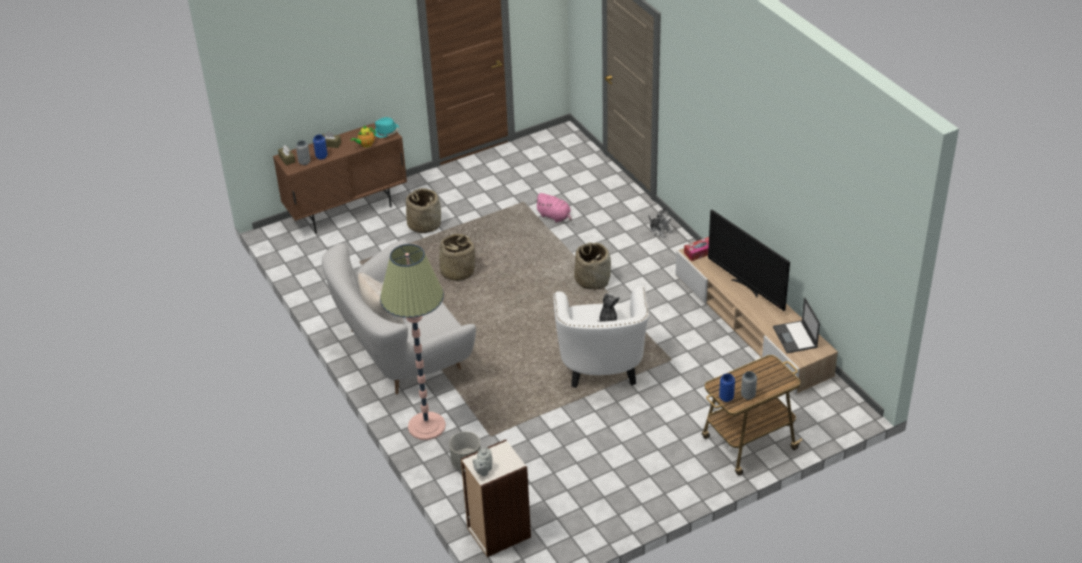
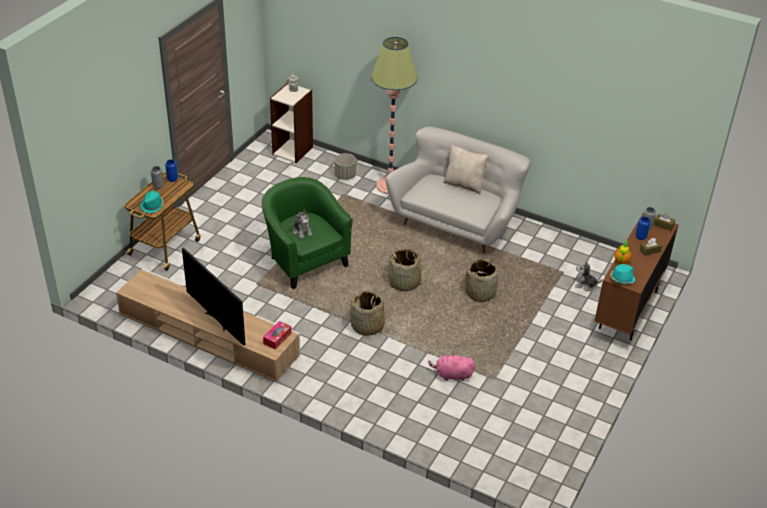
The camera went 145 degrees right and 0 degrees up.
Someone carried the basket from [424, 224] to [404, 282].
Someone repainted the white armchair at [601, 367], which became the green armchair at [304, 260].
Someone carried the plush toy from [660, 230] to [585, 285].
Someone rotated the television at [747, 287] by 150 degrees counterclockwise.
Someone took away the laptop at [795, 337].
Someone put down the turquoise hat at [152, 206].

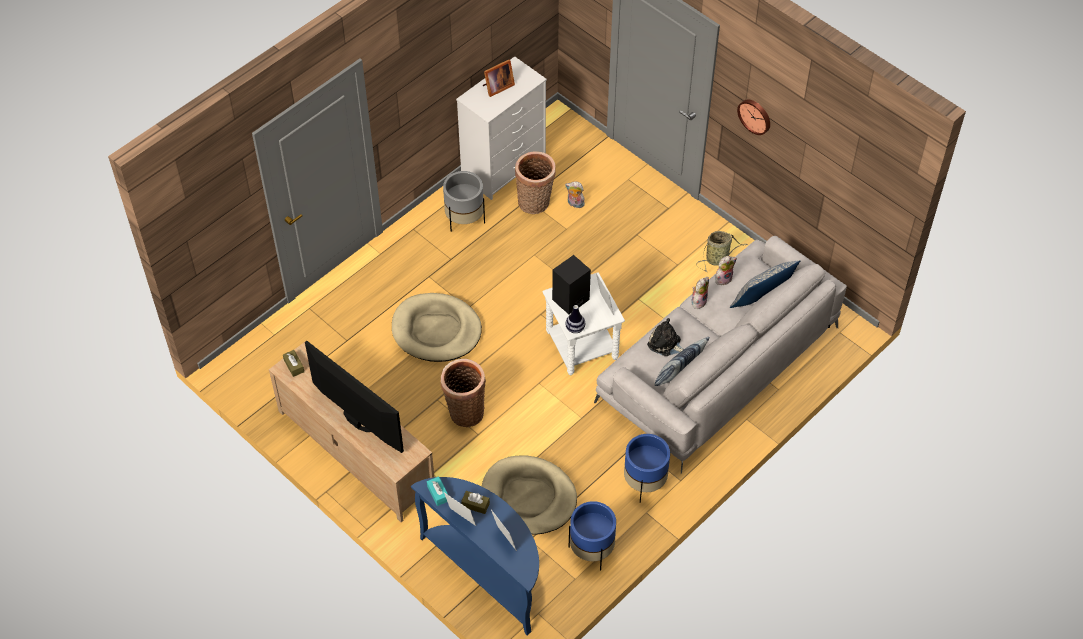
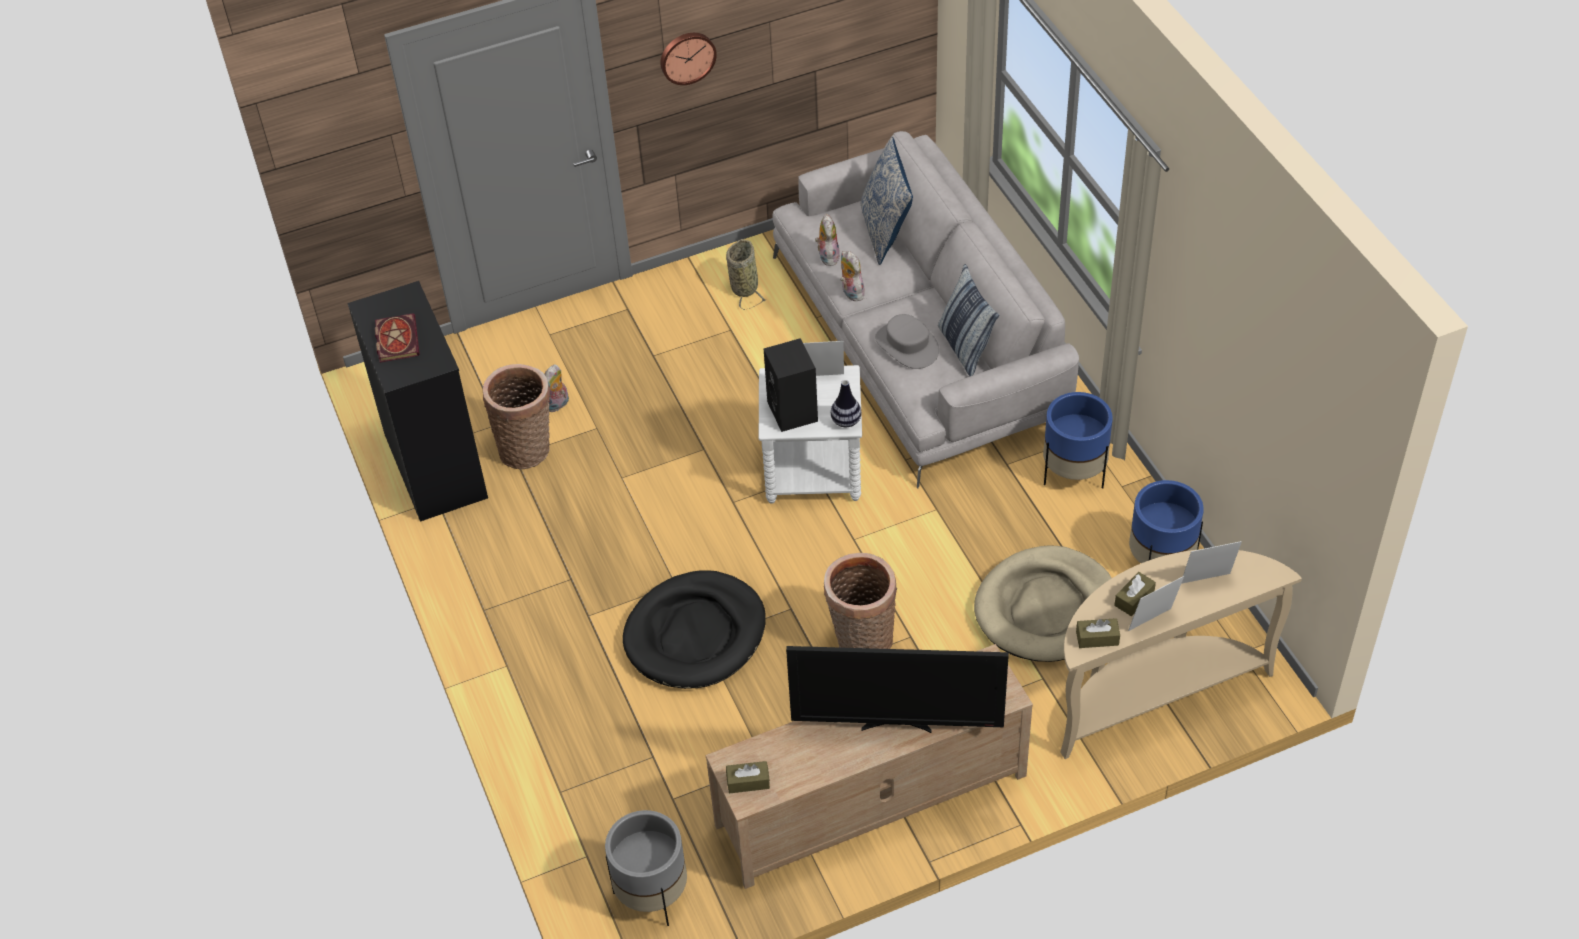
The camera went 65 degrees left and 5 degrees down.
Someone rotated the television at [356, 421] by 150 degrees counterclockwise.
Someone repainted the beige dog bed at [436, 330], which became the black dog bed at [695, 634].
Someone repainted the blue console table at [488, 572], which became the beige console table at [1153, 692].
Someone repainted the turquoise tissue box at [438, 493], which became the brown tissue box at [1097, 638].
Someone carried the grey planter from [465, 220] to [652, 894].
Someone repainted the white dresser at [504, 167], which became the black dresser at [435, 465].
Someone swapped the picture frame at [497, 87] for the book at [396, 339].
Someone swapped the plush toy at [665, 344] for the grey hat at [907, 345].

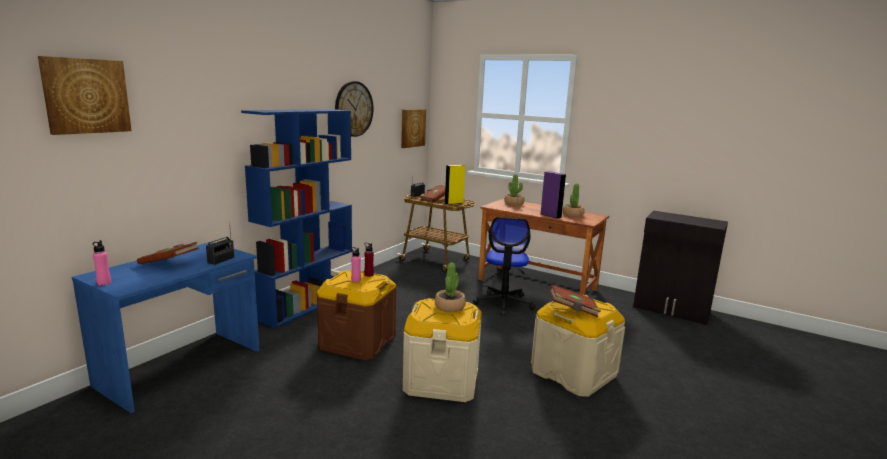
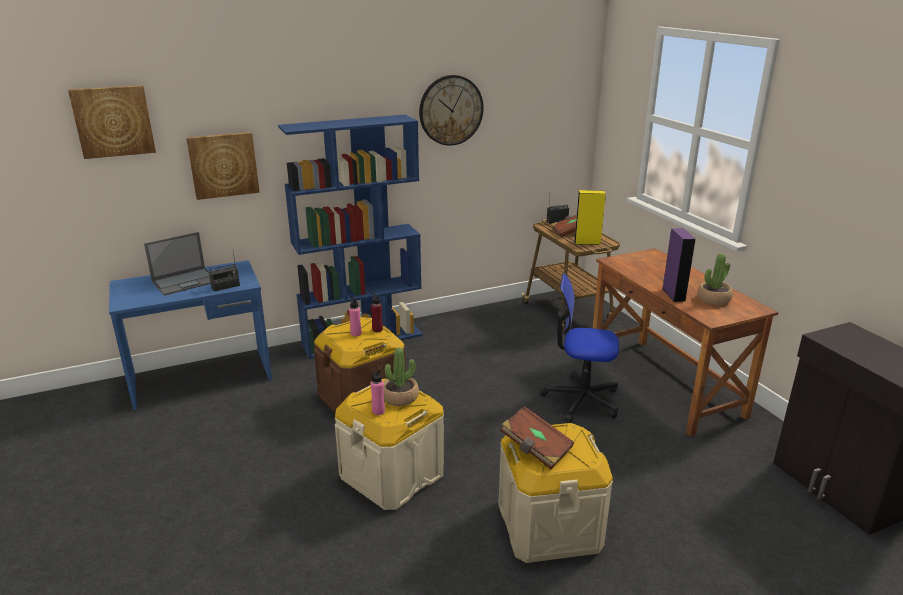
The camera went 35 degrees right and 10 degrees up.
Someone carried the pink bottle from [104, 283] to [378, 411].
Someone swapped the brown book at [170, 263] for the laptop at [186, 281].
Someone carried the picture from [412, 128] to [223, 165].
Someone rotated the office chair at [504, 303] by 60 degrees clockwise.
Someone took away the potted plant at [514, 203].

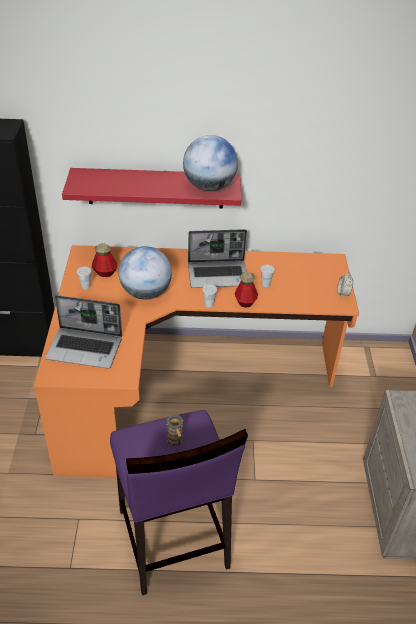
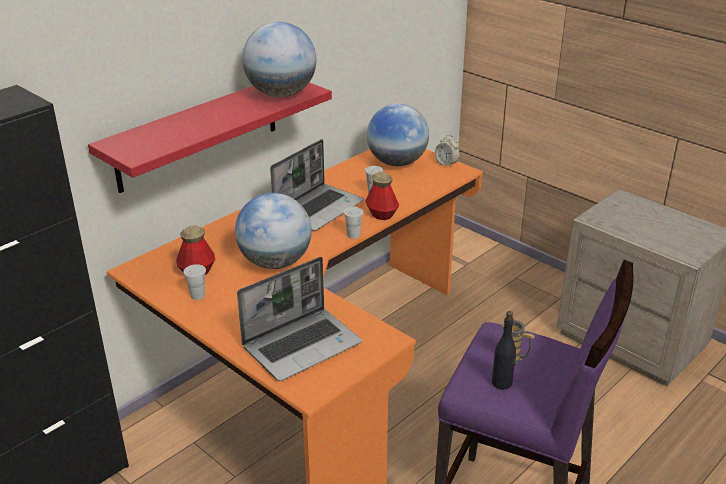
The camera went 45 degrees left and 10 degrees down.
Someone put down the globe at [397, 163].
Someone put down the black bottle at [502, 383].

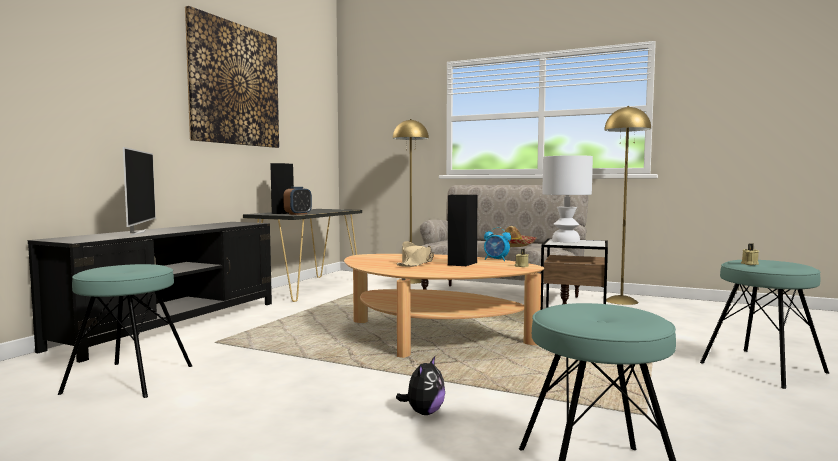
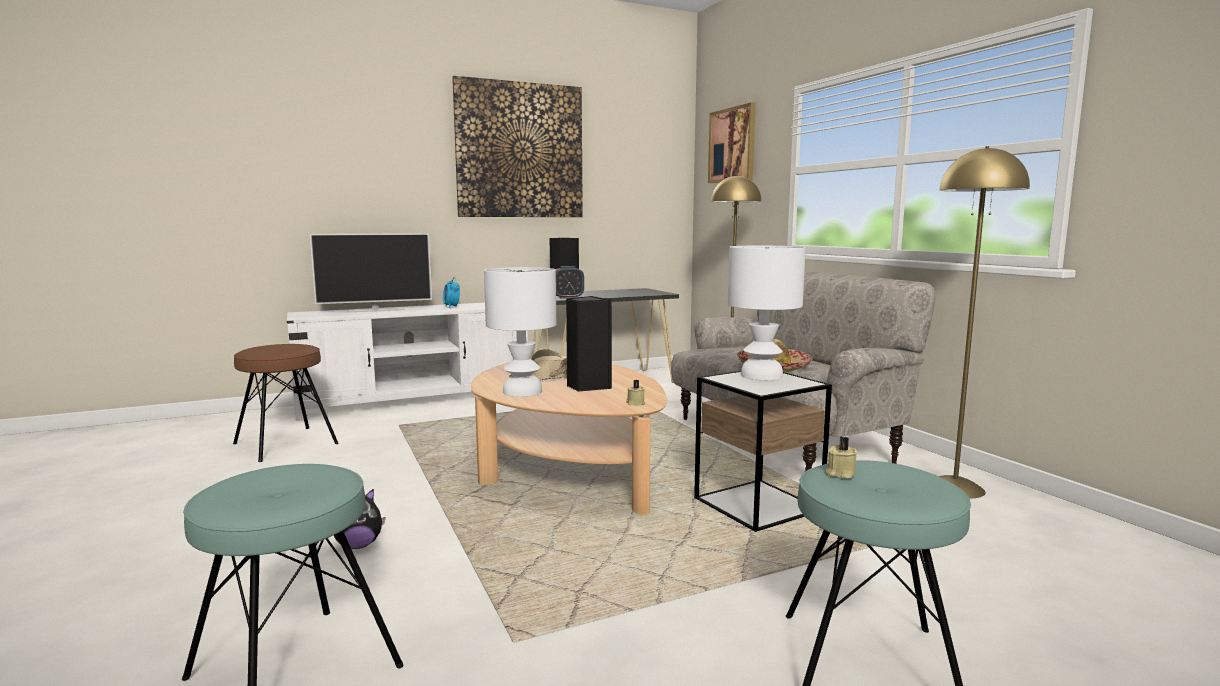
The camera went 40 degrees right and 5 degrees up.
Someone repainted the black tv stand at [174, 324], which became the white tv stand at [416, 400].
Someone repainted the turquoise stool at [129, 379], which became the brown stool at [285, 444].
Someone rotated the television at [137, 232] by 45 degrees clockwise.
Someone carried the alarm clock from [496, 260] to [451, 307].
Someone put down the white table lamp at [523, 392].
Someone put up the picture at [732, 145].

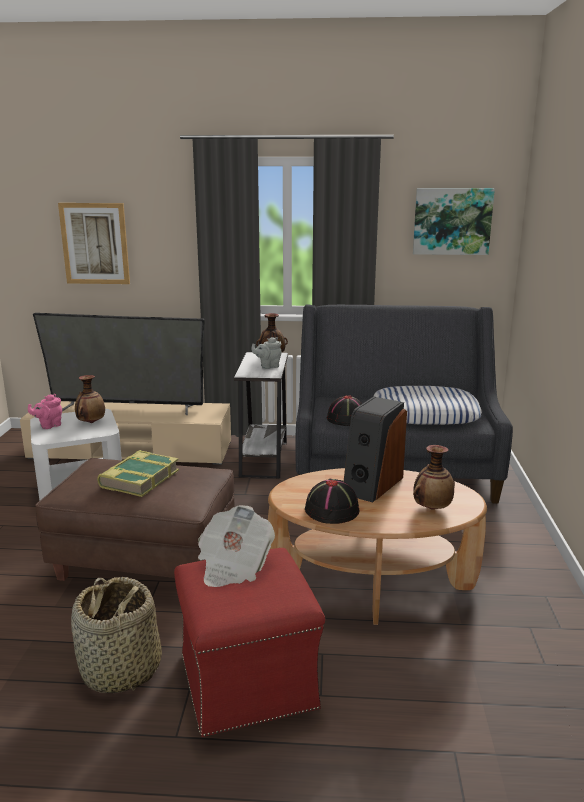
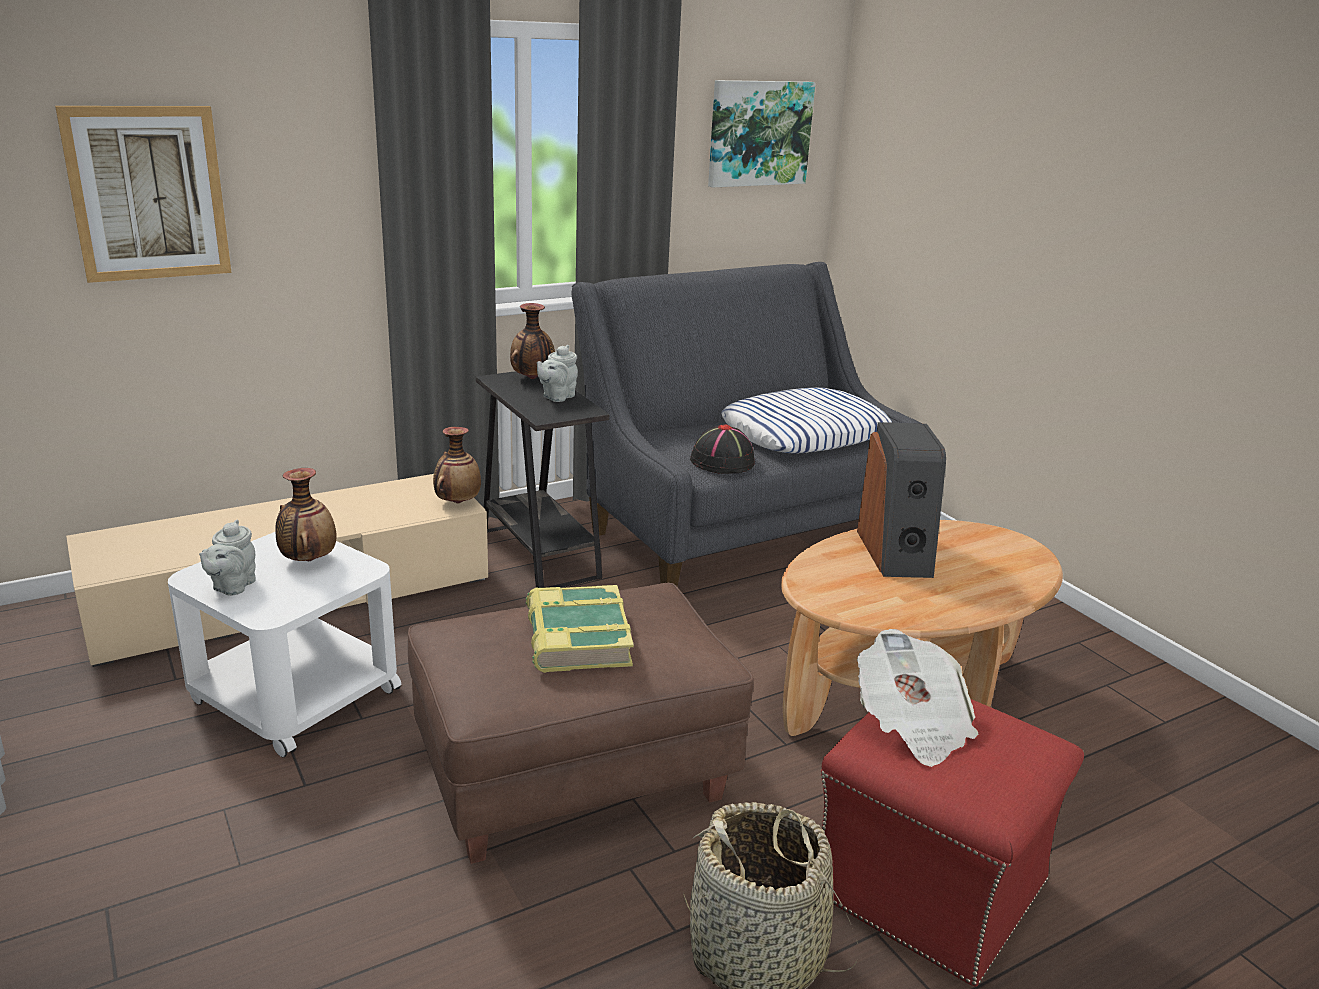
The camera went 35 degrees left and 5 degrees up.
Someone repainted the pink teapot at [49, 426], which became the grey teapot at [232, 586].
Someone took away the television at [127, 407].
Someone repainted the white side table at [264, 459], which became the black side table at [540, 553].
Someone took away the black hat at [332, 509].
Someone carried the vase from [432, 508] to [457, 502].

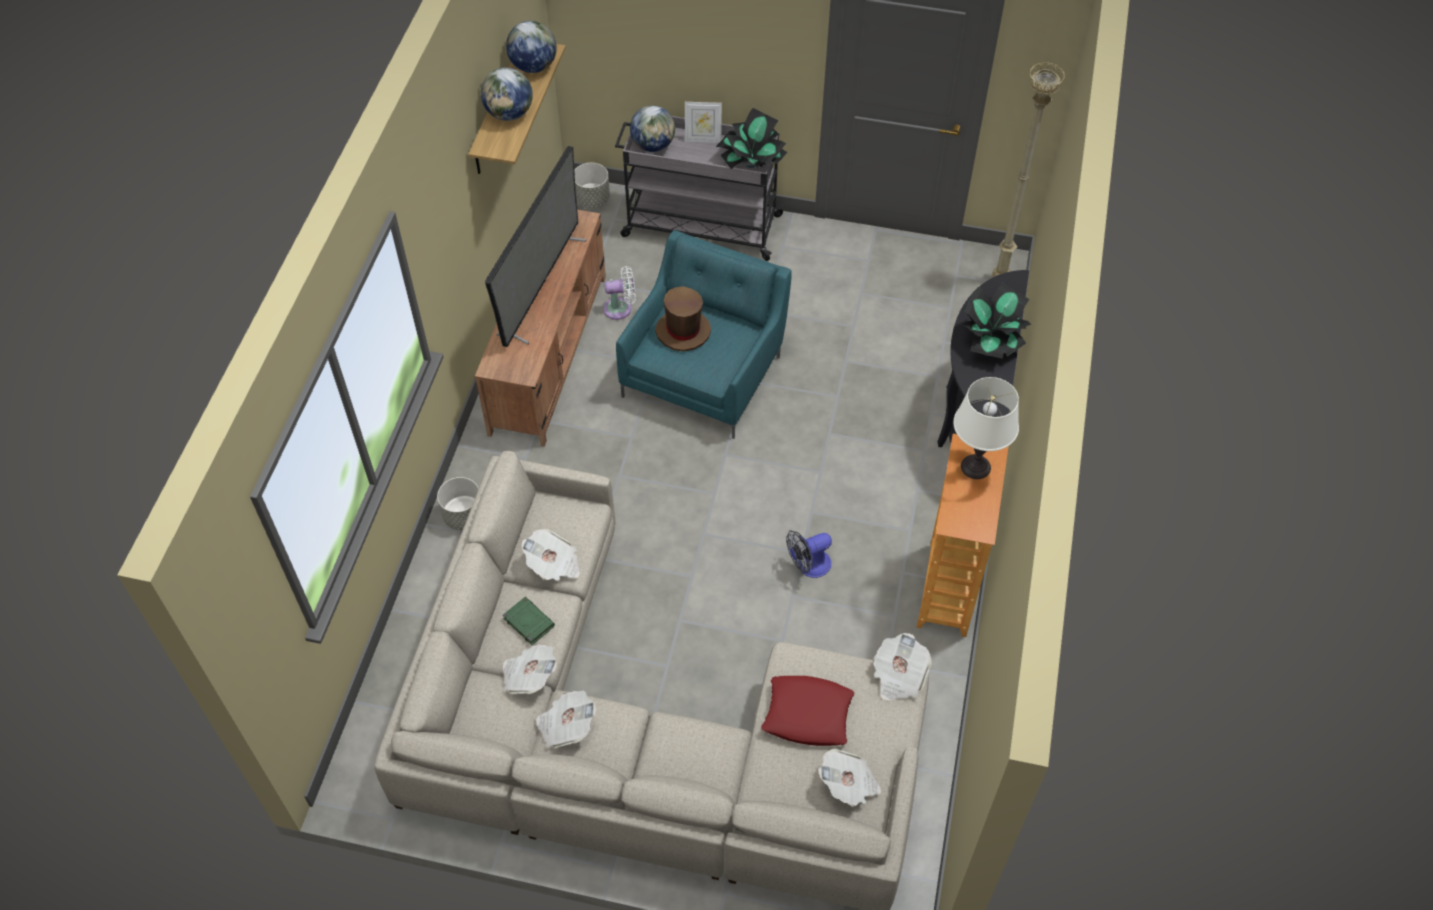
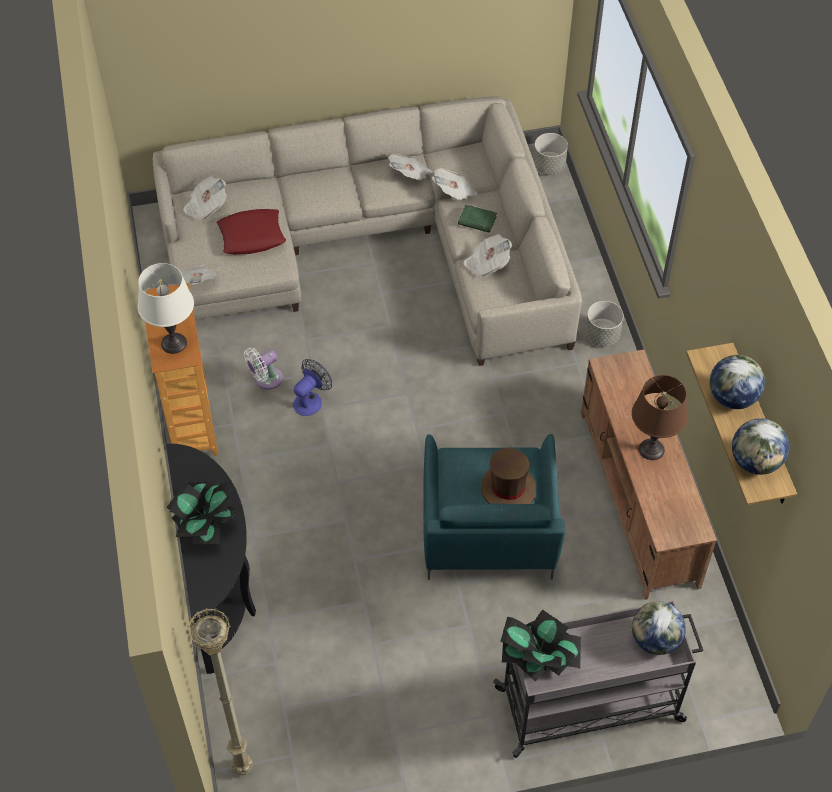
The camera went 155 degrees right and 0 degrees up.
Someone swapped the television at [541, 287] for the brown table lamp at [651, 449].
Someone carried the grey planter from [592, 199] to [548, 166].
Someone carried the white fan from [620, 308] to [266, 380].
Someone took away the picture frame at [703, 139].

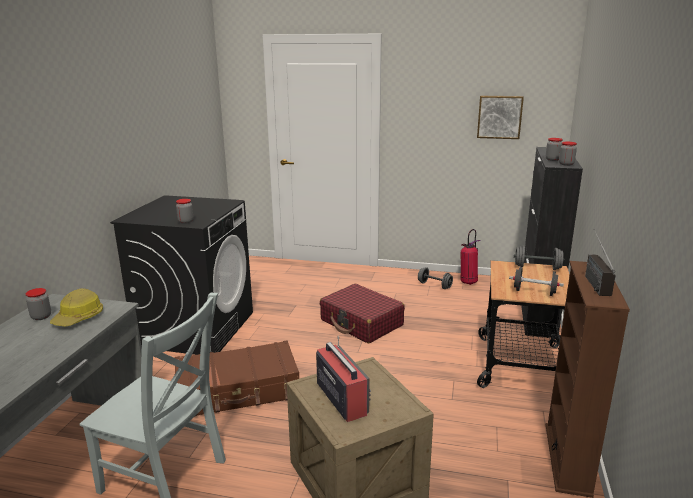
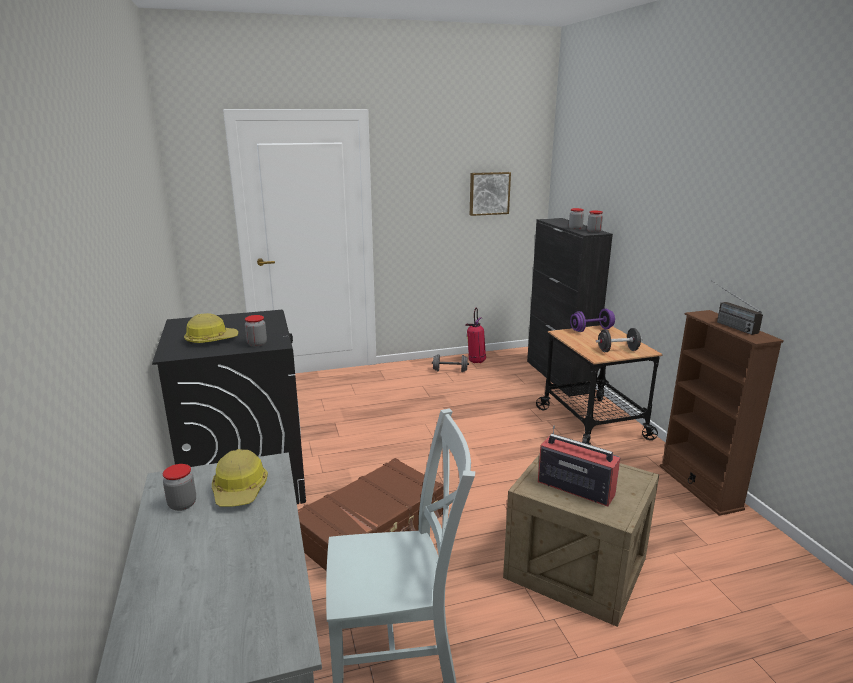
The camera went 30 degrees left and 0 degrees up.
Someone took away the red suitcase at [361, 323].
Someone repainted the grey dumbbell at [537, 268], which became the purple dumbbell at [591, 330].
Someone put down the hard hat at [211, 340].

